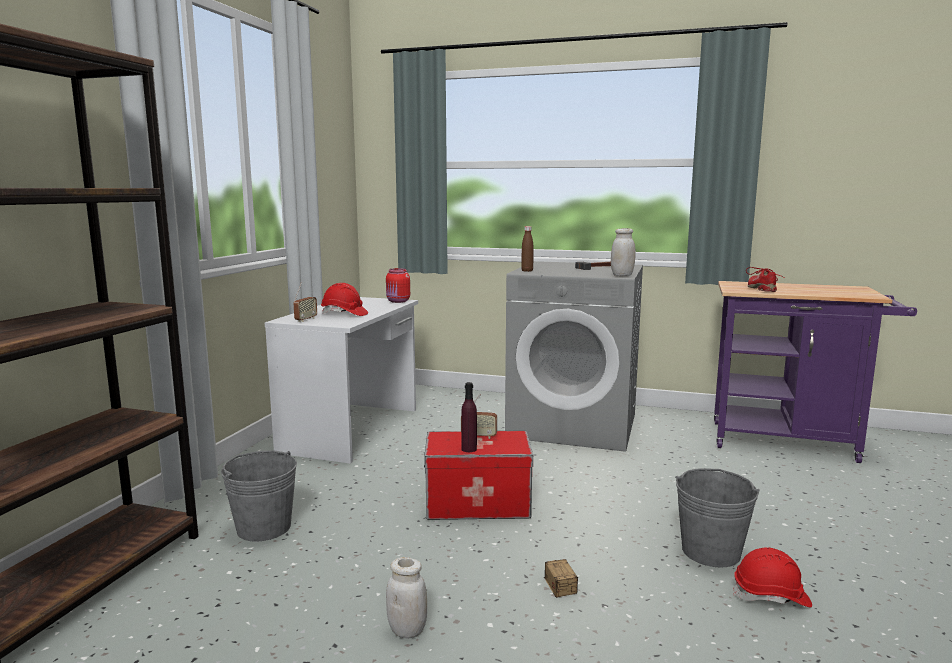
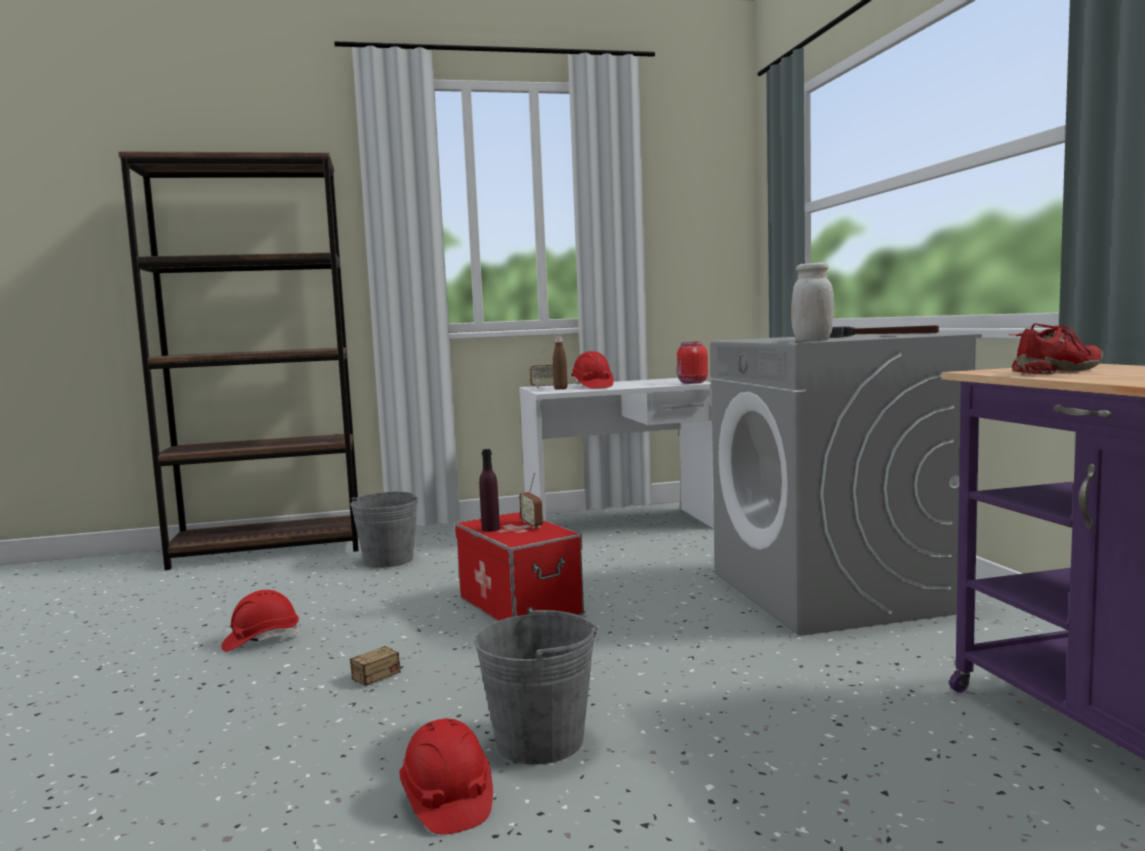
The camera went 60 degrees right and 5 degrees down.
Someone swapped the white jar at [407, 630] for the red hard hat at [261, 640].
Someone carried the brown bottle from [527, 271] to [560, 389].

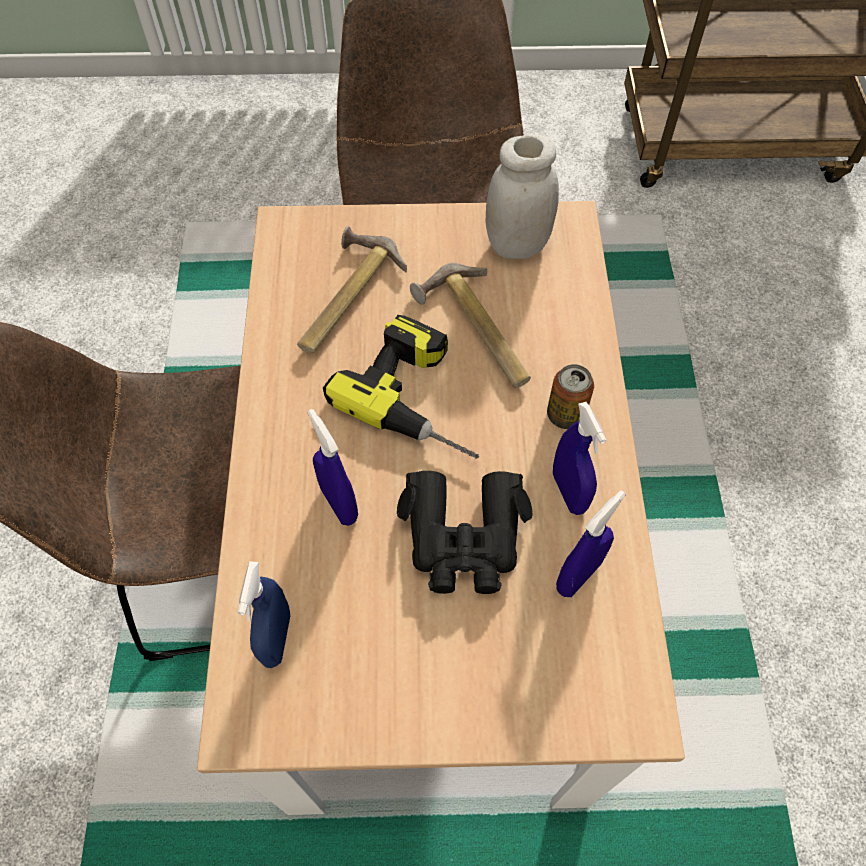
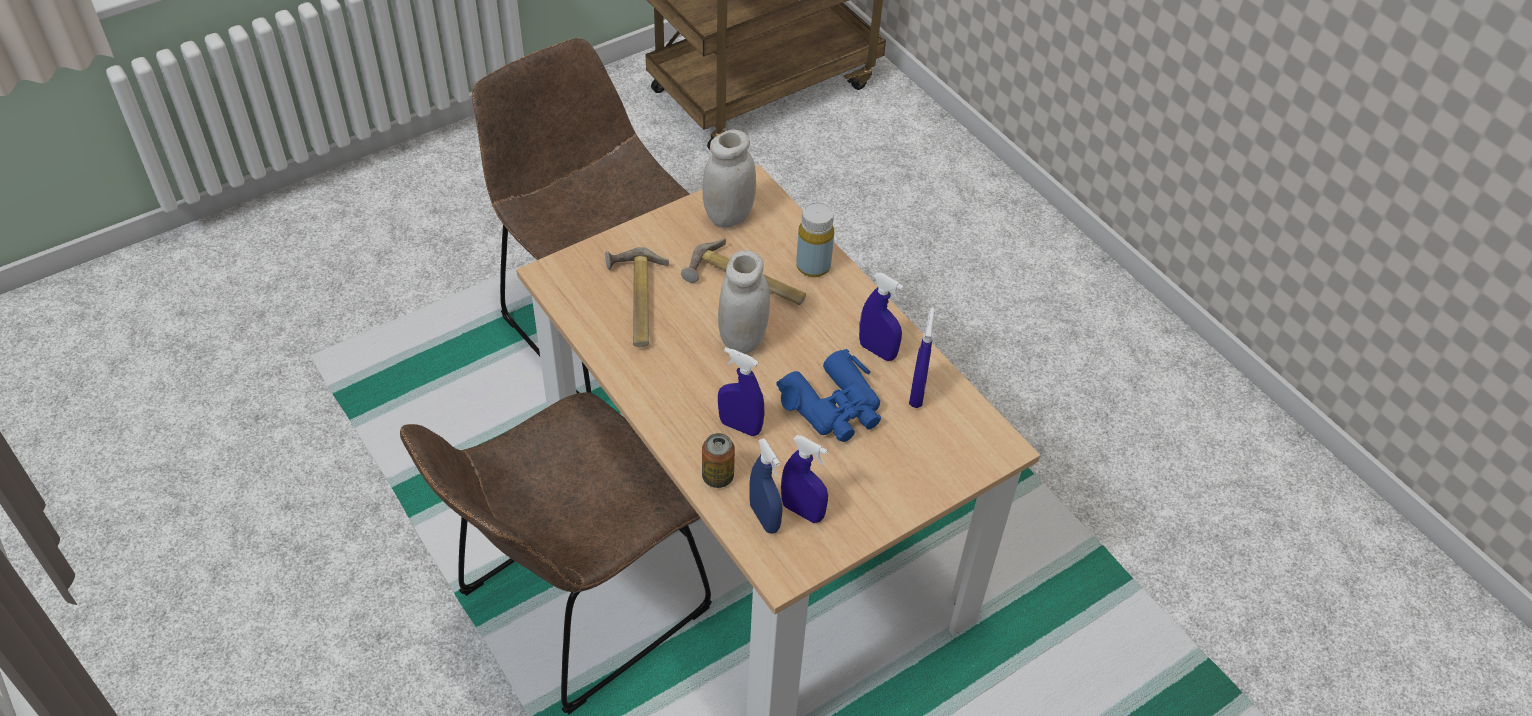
The camera went 35 degrees left and 10 degrees down.
Someone swapped the power drill at [423, 396] for the white jar at [743, 339].
Someone repainted the black binoculars at [464, 538], which became the blue binoculars at [834, 407].
Someone carried the can from [565, 415] to [717, 477].
Someone put down the blue spray bottle at [802, 511].
Someone put down the yellow bottle at [813, 266].

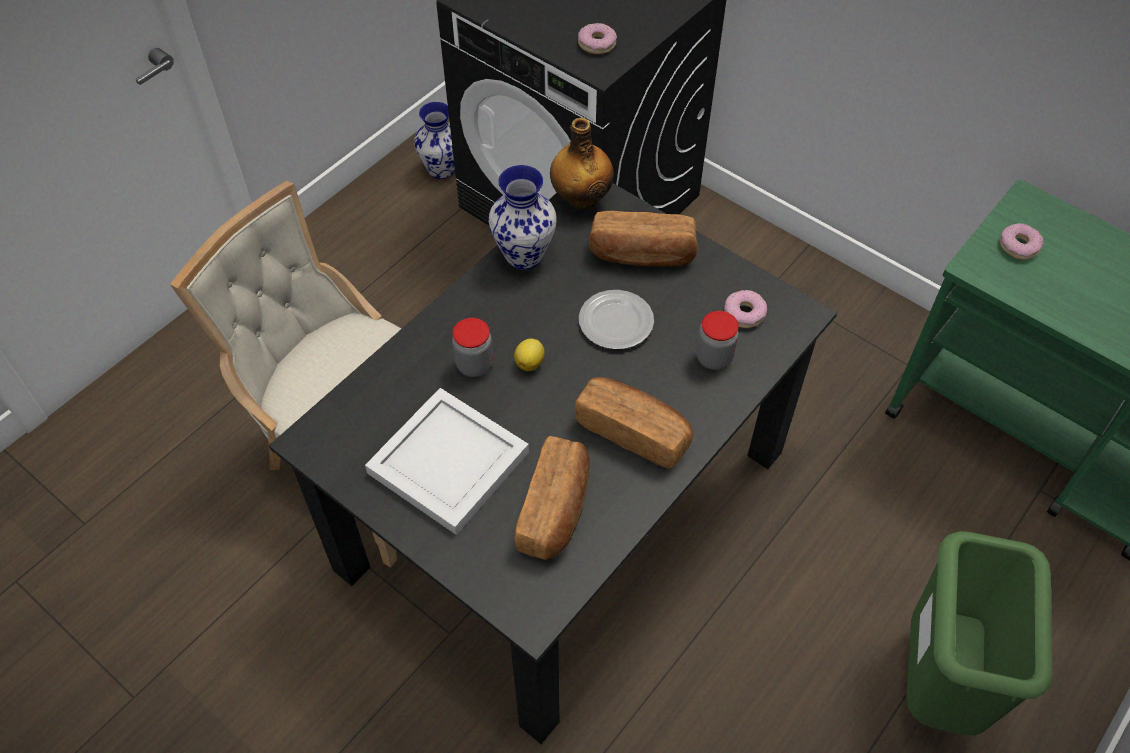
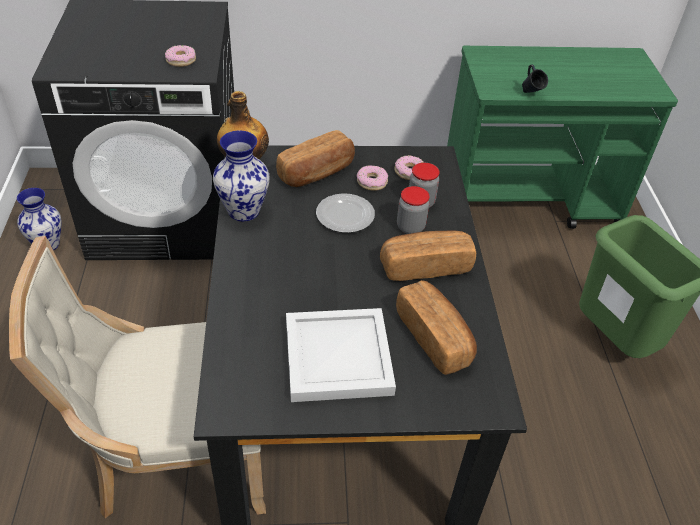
The camera went 45 degrees left and 10 degrees down.
Someone carried the jar from [474, 365] to [410, 227].
Someone took away the lemon at [530, 362].
Someone carried the donut from [1018, 246] to [372, 182].
Someone put down the blue mug at [531, 94].

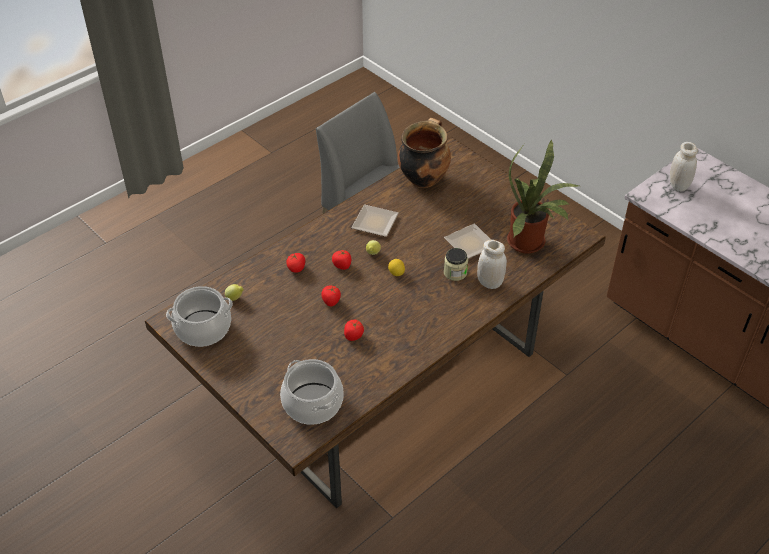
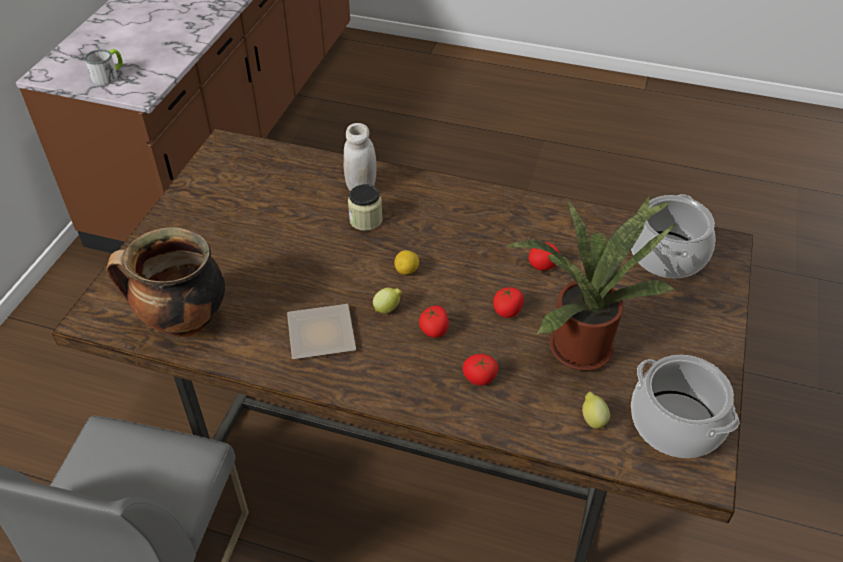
The camera went 120 degrees left and 0 degrees up.
Someone took away the plate at [472, 244].
Someone carried the potted plant from [530, 243] to [579, 343].
Someone swapped the white jar at [678, 185] for the mug at [109, 76].

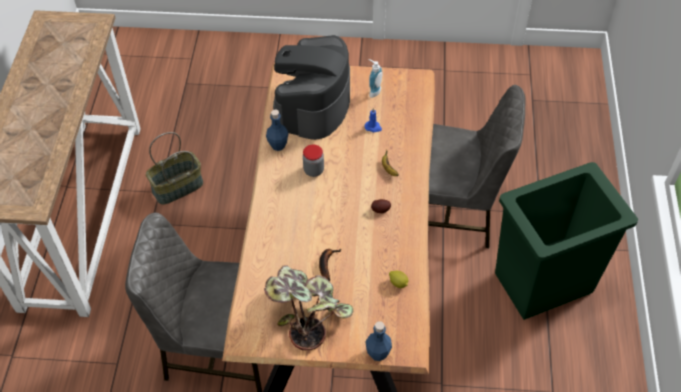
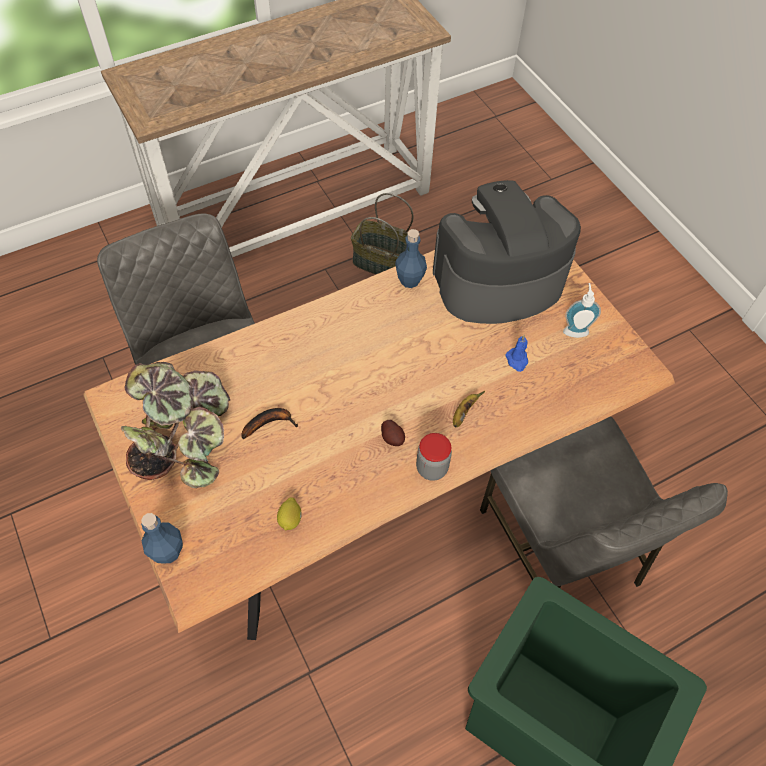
The camera went 55 degrees right and 5 degrees up.
Someone carried the jar from [313, 170] to [432, 468].

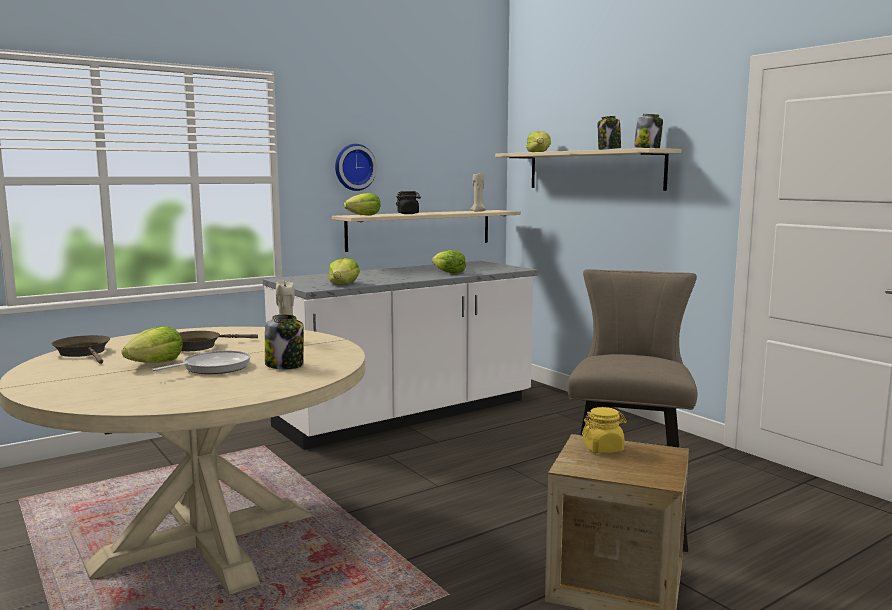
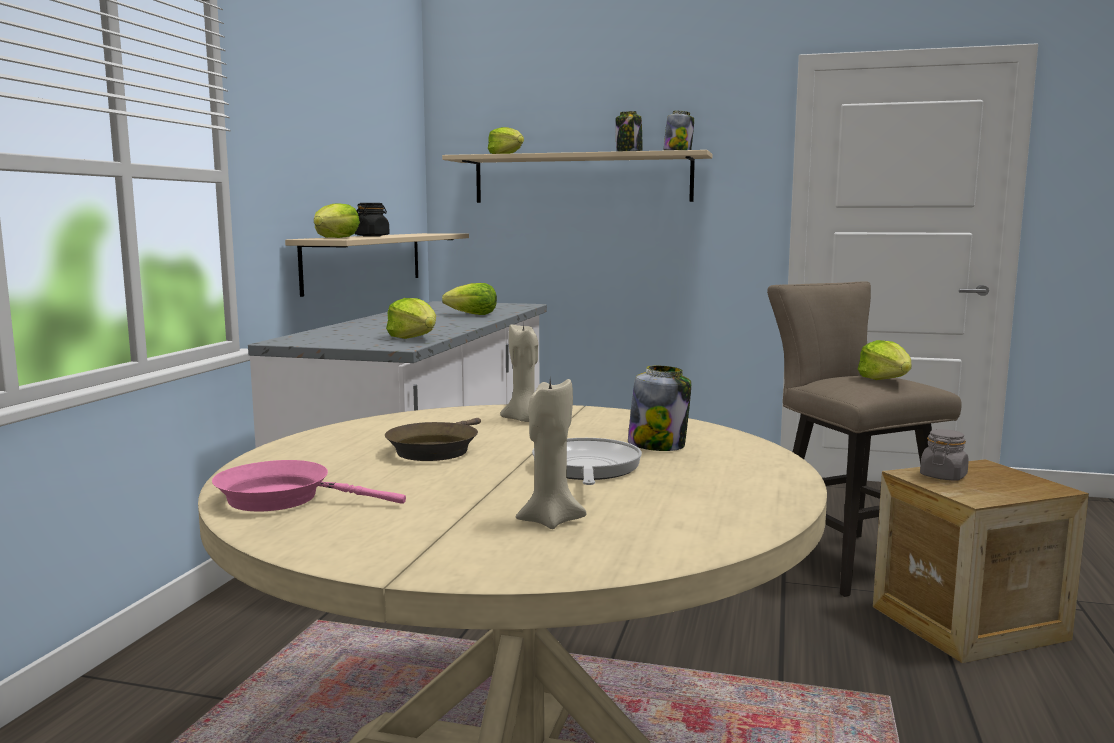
The camera went 40 degrees left and 0 degrees up.
Someone repainted the brown frying pan at [84, 353], which became the pink frying pan at [283, 498].
Someone carried the lettuce from [156, 363] to [885, 380].
Someone took away the wall clock at [354, 167].
Someone carried the beige candle from [478, 211] to [550, 521].
Someone repainted the yellow jar at [603, 449], which became the grey jar at [943, 476].

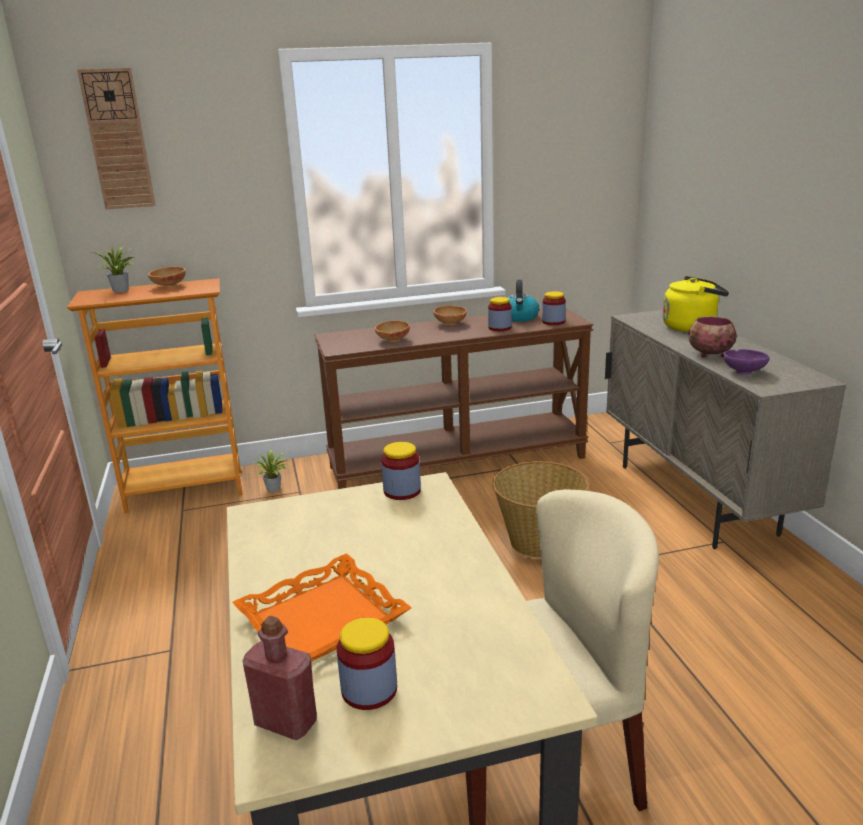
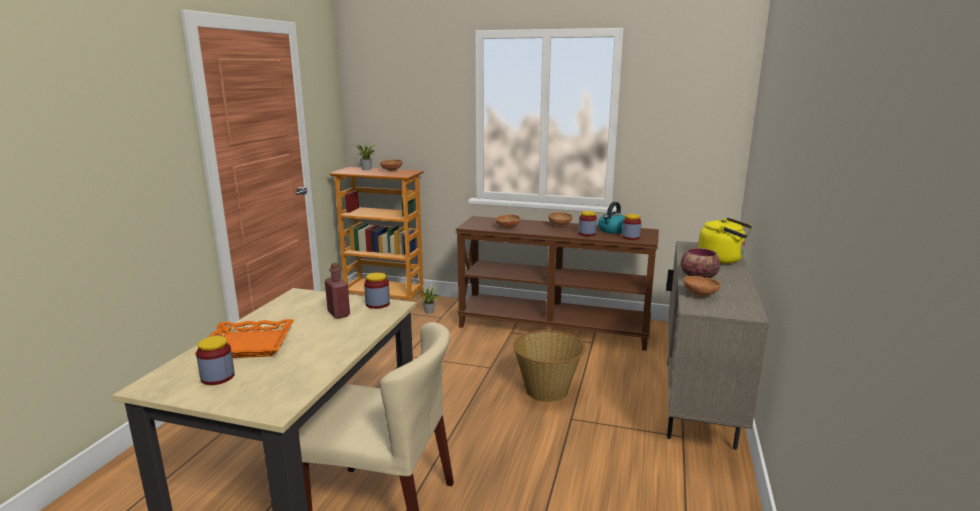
The camera went 30 degrees right and 5 degrees down.
Someone took away the wall clock at [118, 140].
Someone carried the red bottle from [286, 722] to [338, 314].
Someone repainted the purple bowl at [744, 371], which became the brown bowl at [701, 295].

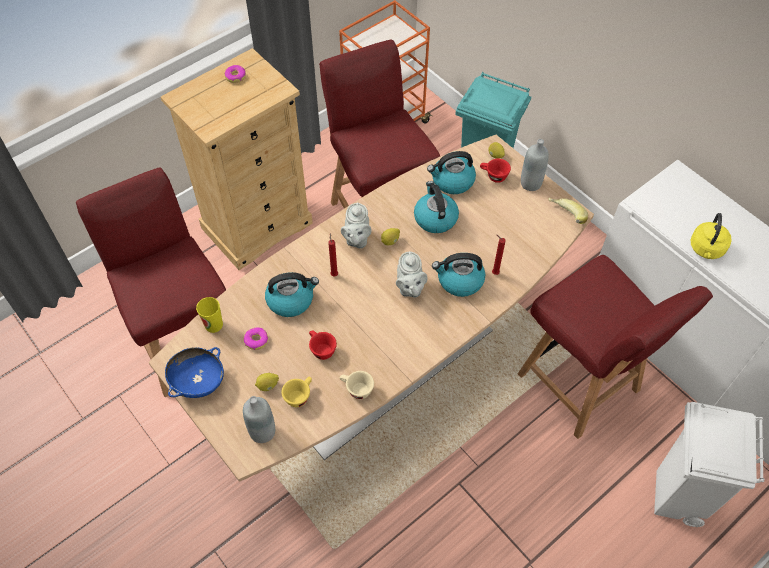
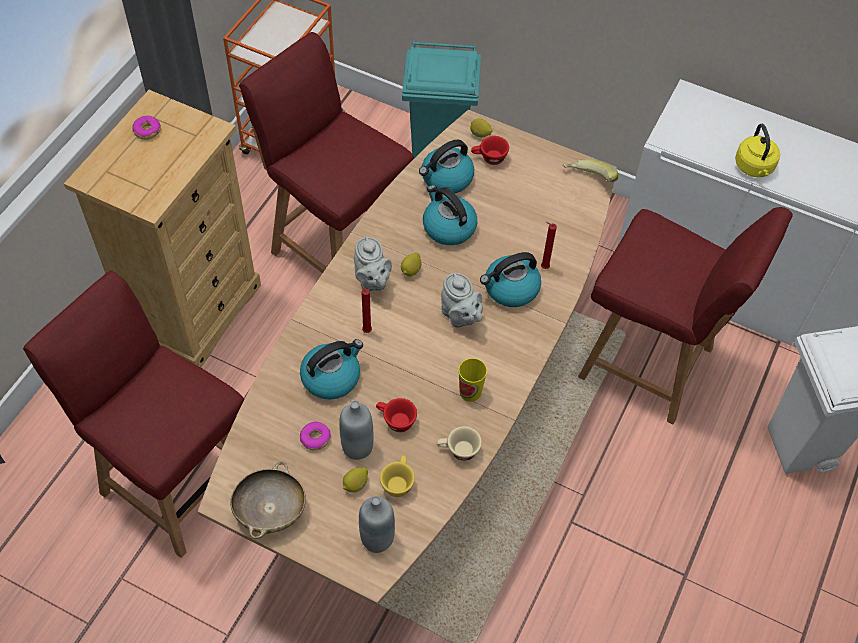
The camera went 25 degrees left and 0 degrees up.
Someone repainted the blue bowl at [198, 381], which became the beige bowl at [270, 510].
Someone carried the cup from [213, 325] to [470, 392].
Someone carried the grey bottle from [530, 183] to [357, 447].

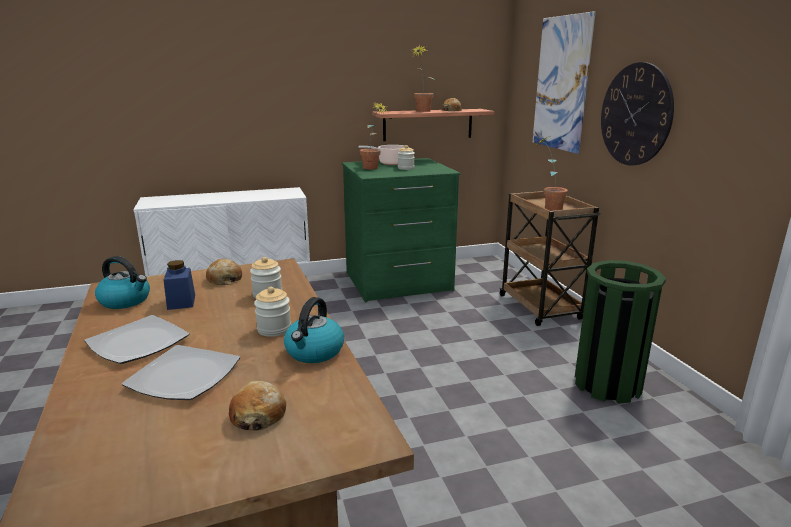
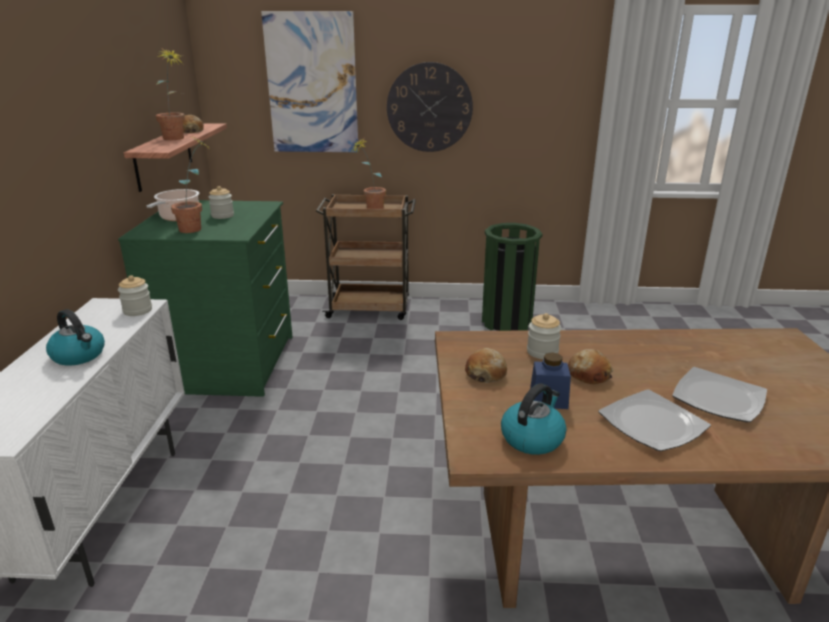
The camera went 70 degrees left and 5 degrees up.
Someone carried the bread from [258, 415] to [589, 374].
Someone carried the jar from [274, 329] to [137, 310].
Someone carried the kettle from [314, 352] to [79, 355].

